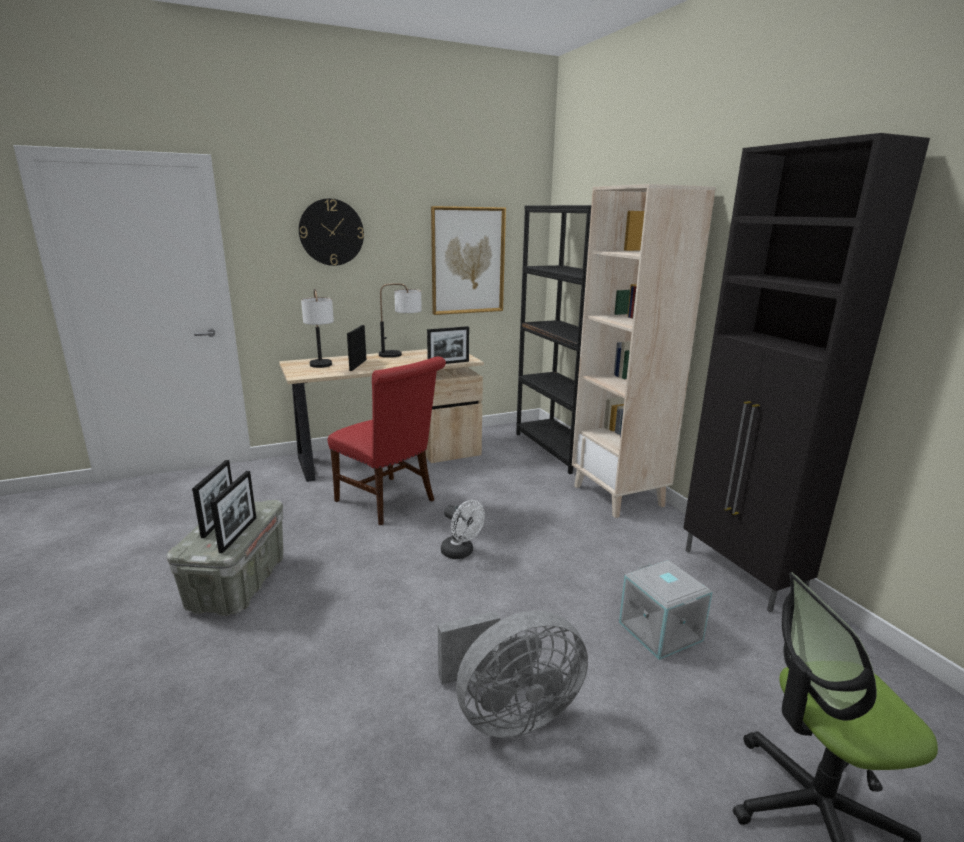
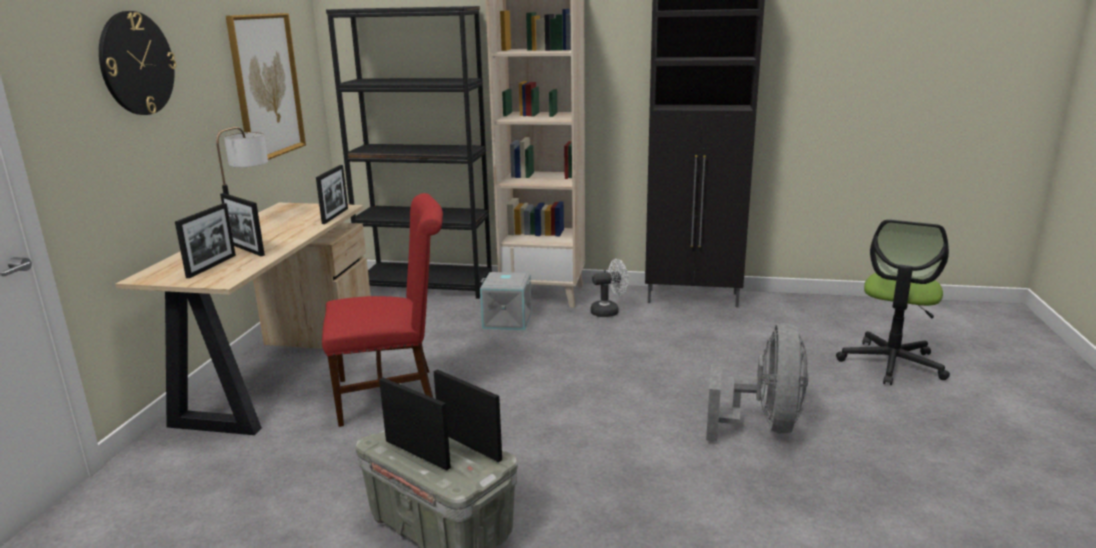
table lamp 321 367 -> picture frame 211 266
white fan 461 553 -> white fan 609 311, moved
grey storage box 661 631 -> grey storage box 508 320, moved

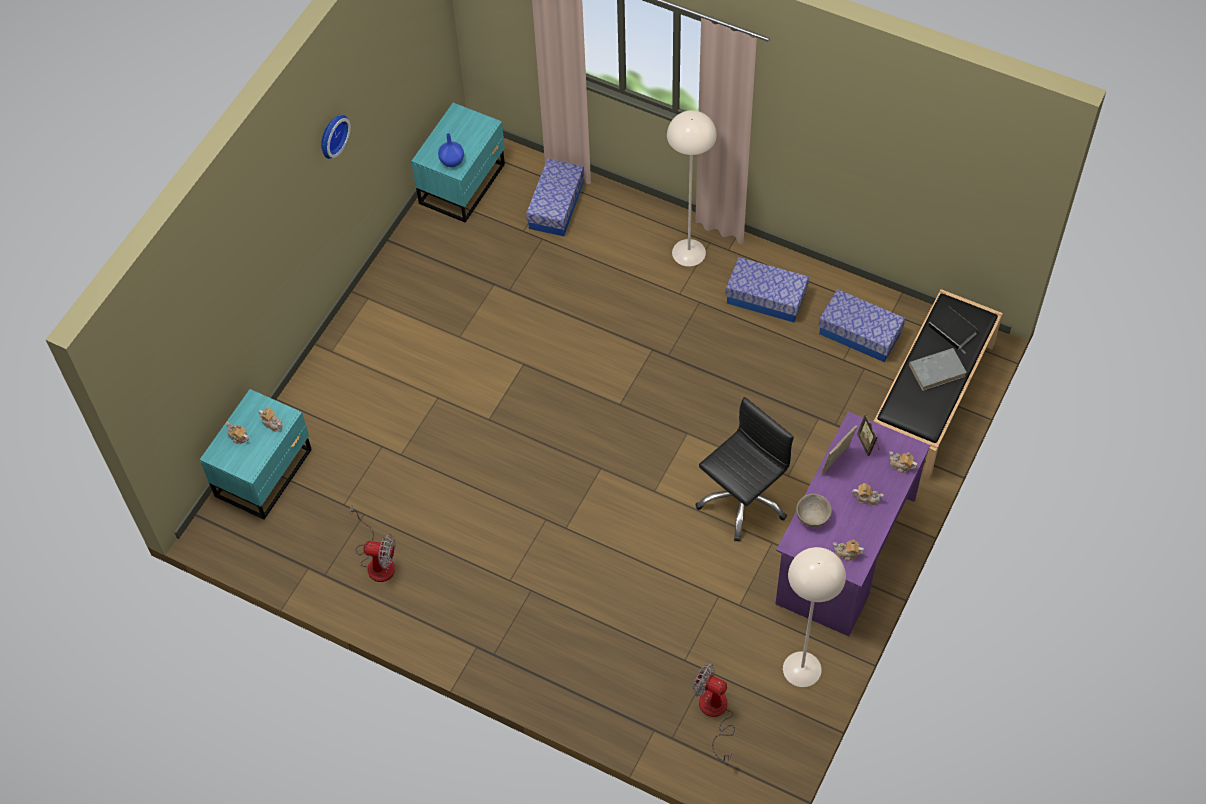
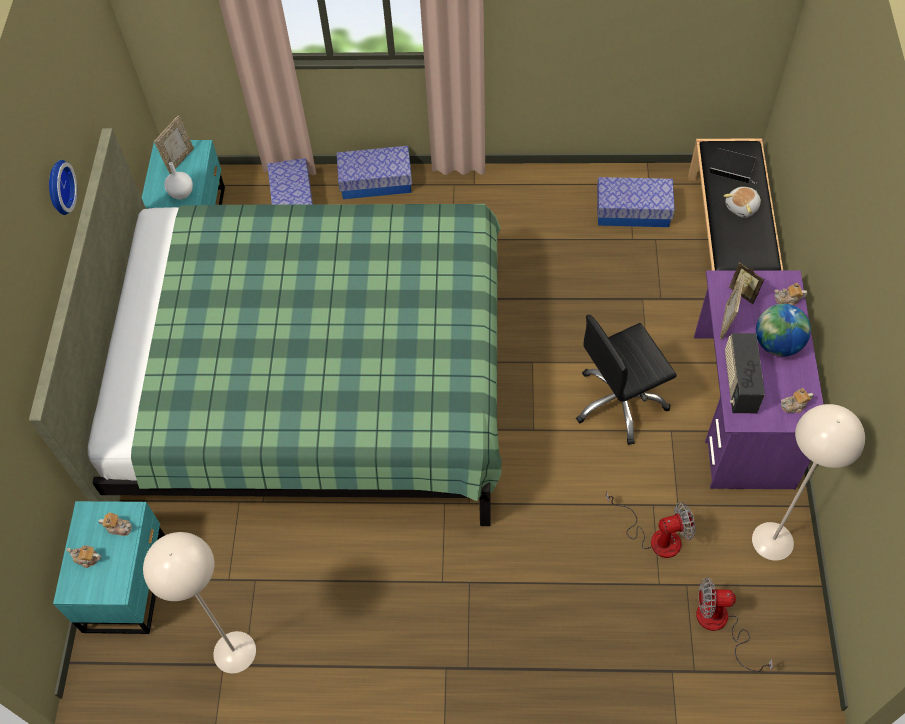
beige floor lamp 688 252 -> beige floor lamp 234 651, moved
blue vase 451 161 -> white vase 181 193
storage box 766 298 -> storage box 376 181, moved
grey book 937 370 -> plush toy 742 207
black office chair 742 500 -> black office chair 620 402, 135 degrees counterclockwise
teapot 867 498 -> globe 777 344
beige bowl 813 516 -> radio 739 384
fan 377 561 -> fan 655 537, moved
none -> picture frame 179 160
none -> green bed 313 383

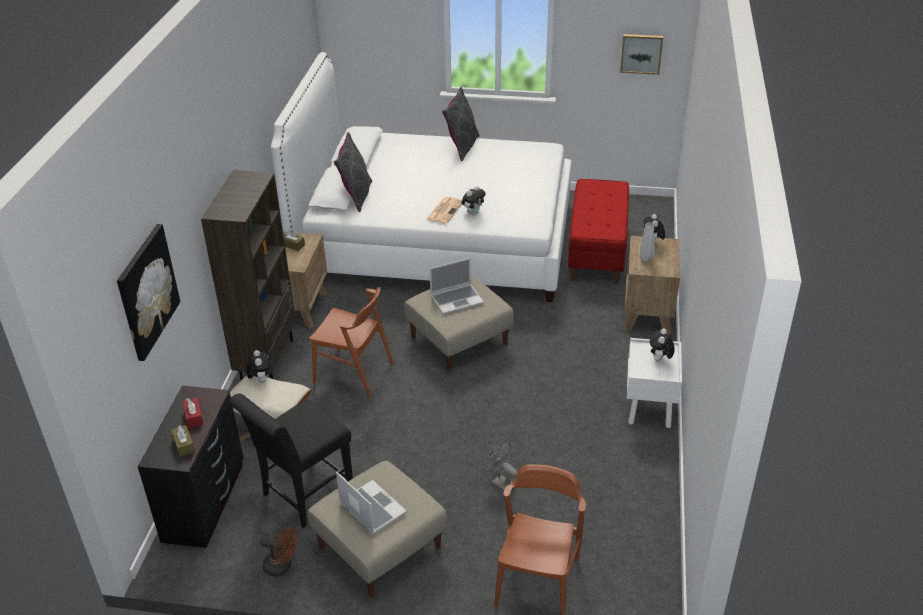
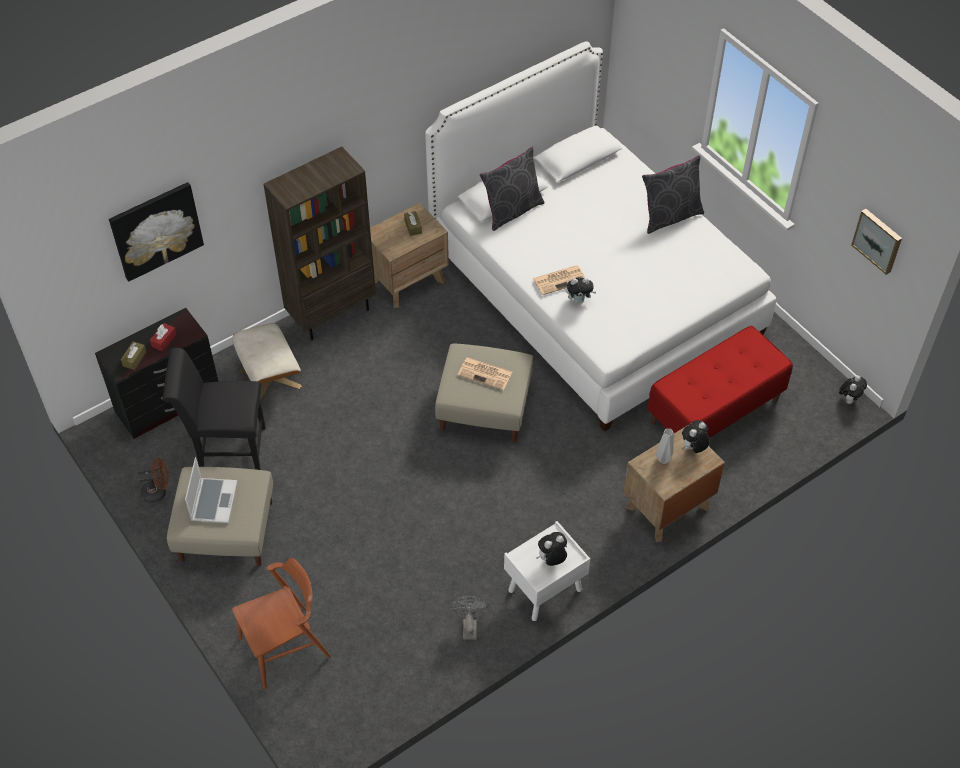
laptop 457 299 -> newspaper 486 374
brown chair 354 373 -> none
plush toy 261 380 -> plush toy 849 399, moved
grey fan 500 483 -> grey fan 469 626, moved
brown fan 282 566 -> brown fan 158 492, 75 degrees counterclockwise

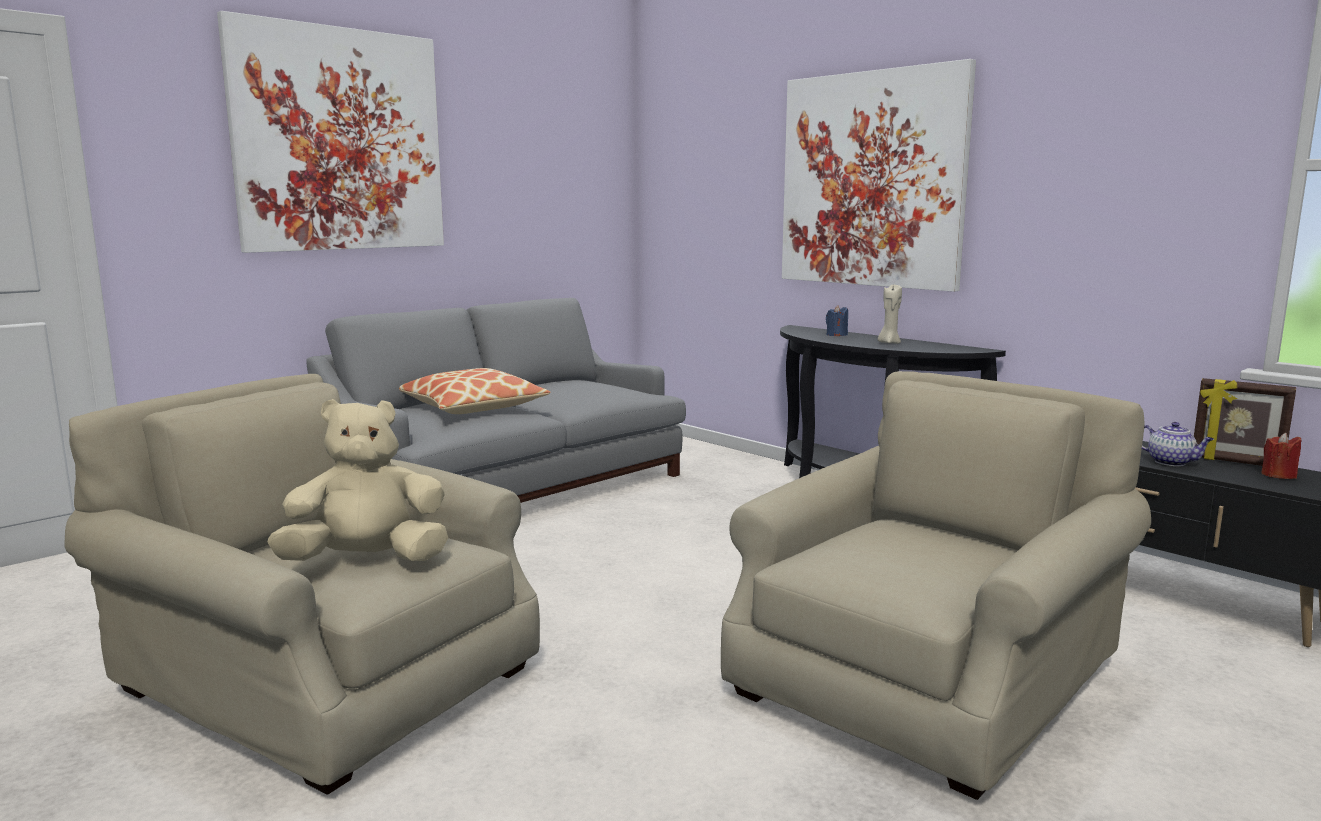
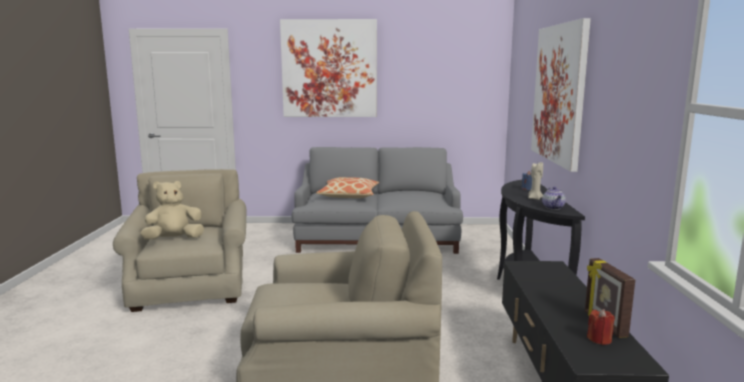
beige plush toy 367 561 -> beige plush toy 174 239, 60 degrees counterclockwise
teapot 1171 462 -> teapot 553 208, moved

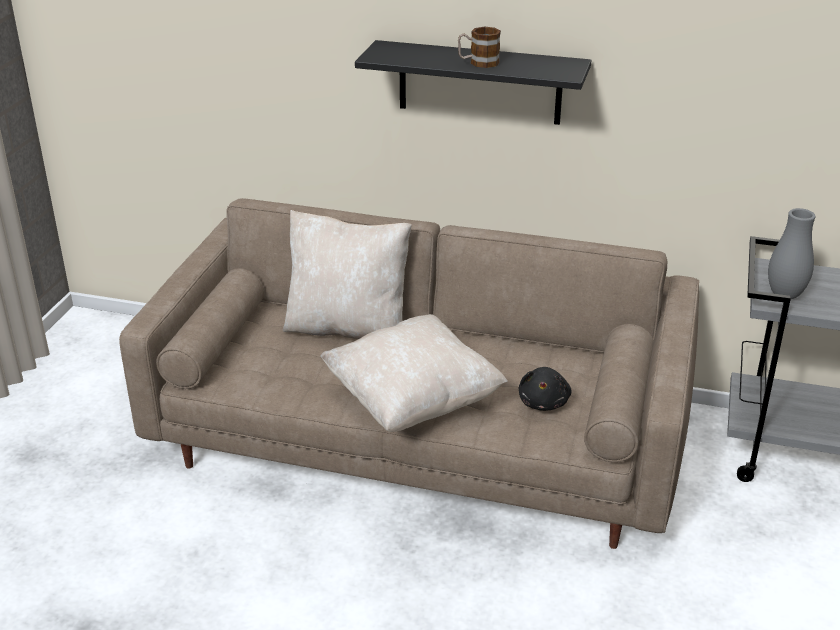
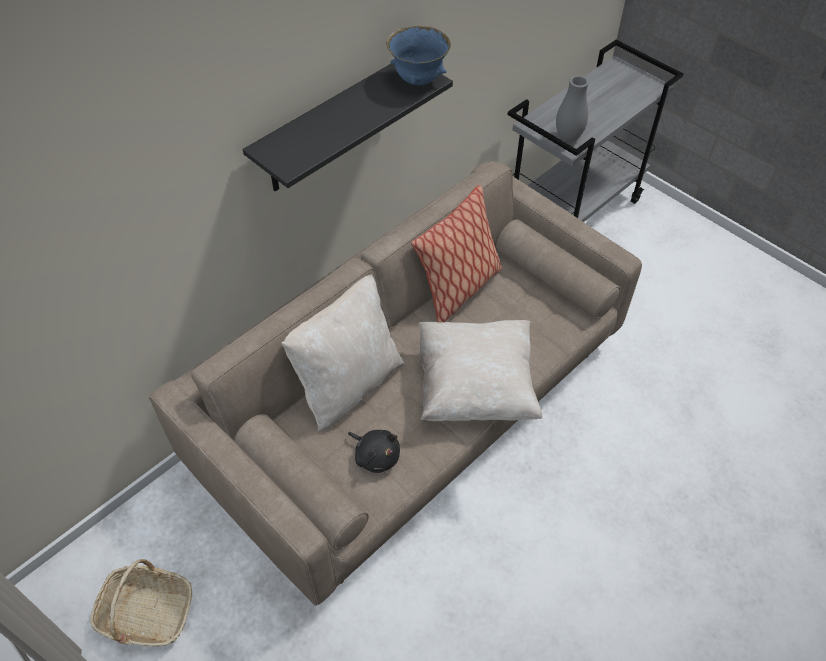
mug 478 63 -> none
black plush toy 544 402 -> black plush toy 376 456, moved
none -> blue bowl 418 80
none -> pillow 459 289
none -> basket 147 613

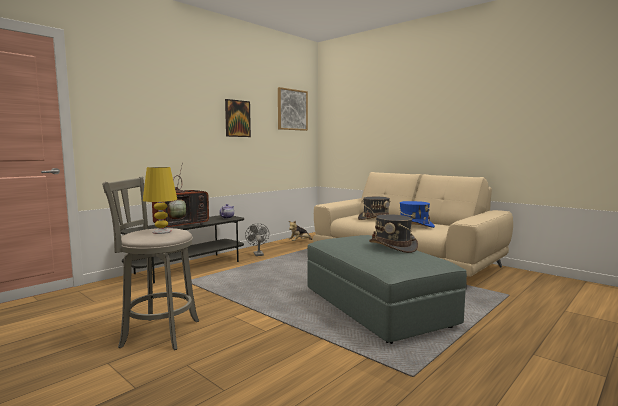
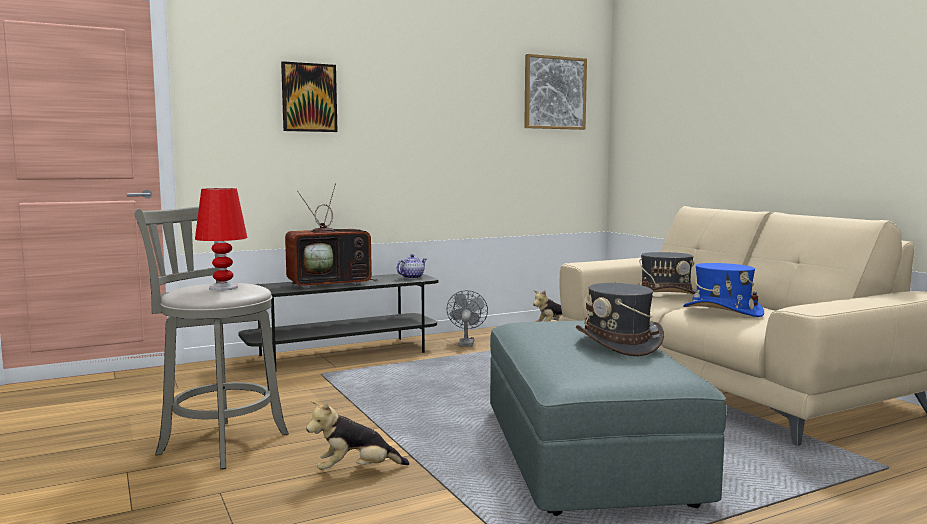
picture 237 118 -> picture 309 97, moved
yellow table lamp 161 232 -> red table lamp 223 287
none -> plush toy 356 471

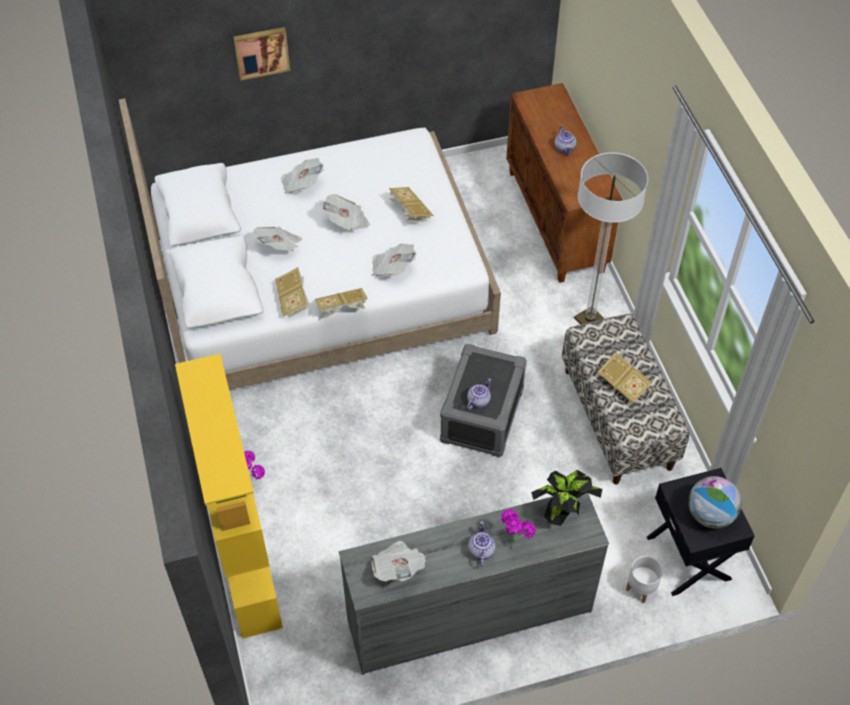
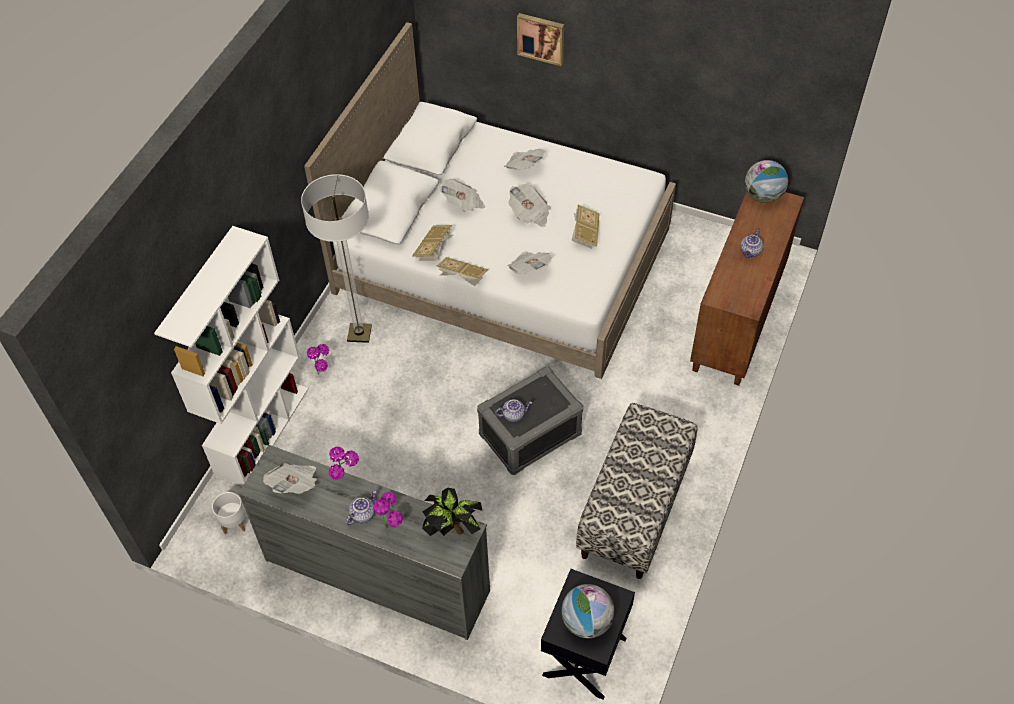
floor lamp 589 320 -> floor lamp 359 333, moved
book 623 385 -> none
yellow bookcase 247 568 -> white bookcase 262 431
white planter 640 589 -> white planter 234 523, moved
none -> globe 763 196
none -> potted plant 347 480

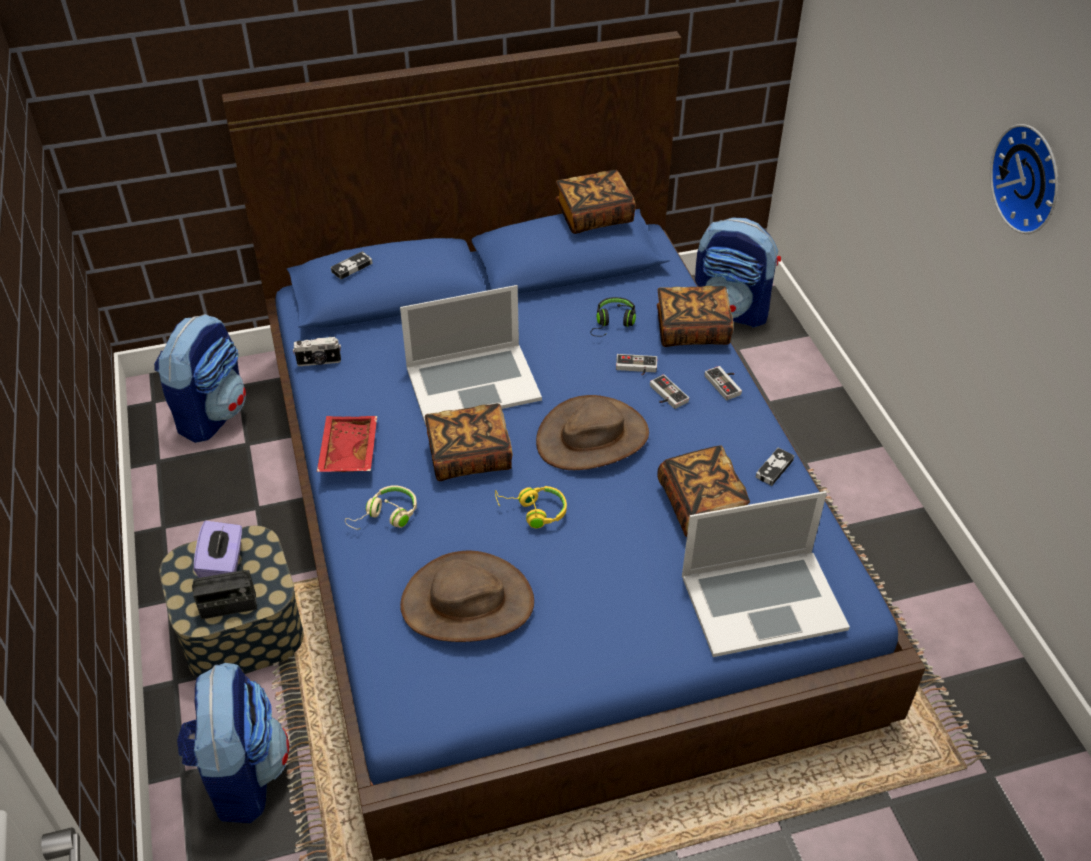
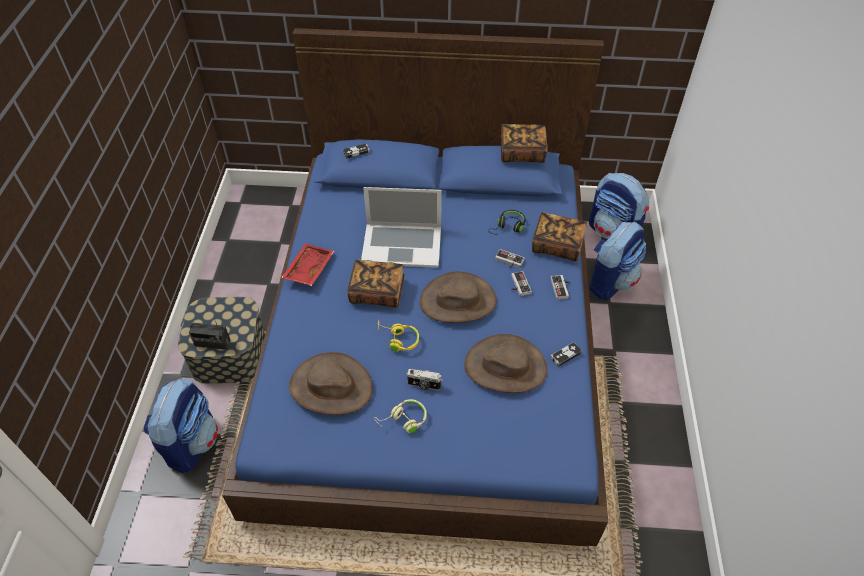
wall clock 1031 178 -> none
backpack 212 413 -> backpack 610 281, moved
photo camera 319 362 -> photo camera 424 385, moved
book 701 505 -> brown hat 505 366
beige headphones 386 516 -> beige headphones 403 420, moved
laptop 762 601 -> none
purple tissue box 223 564 -> none

